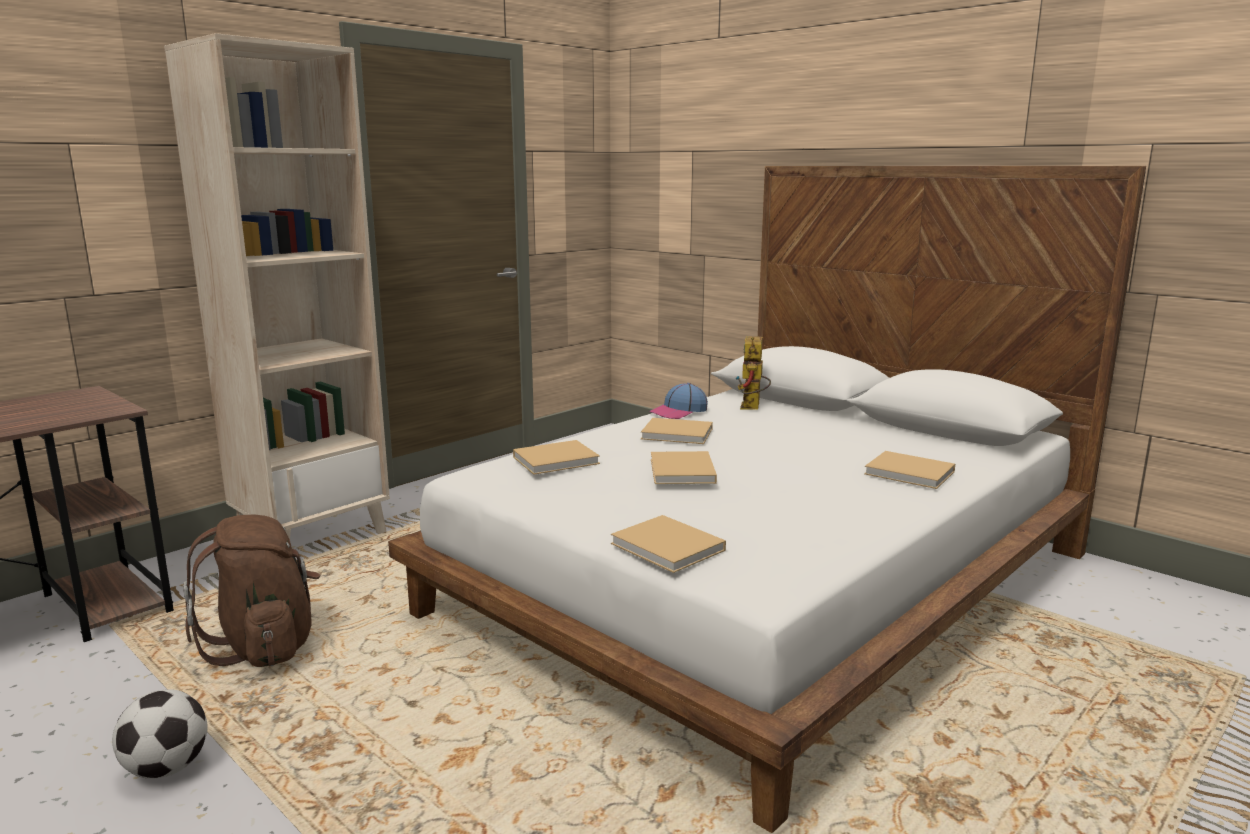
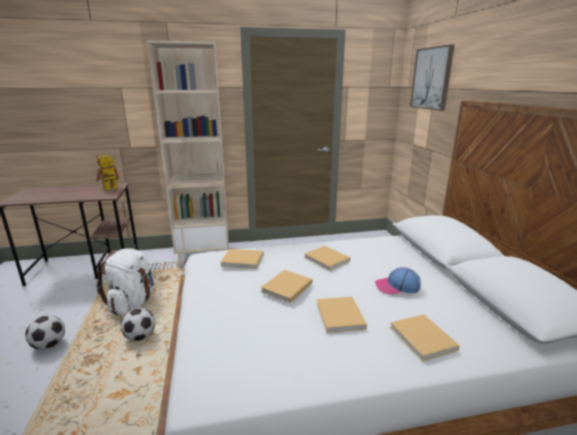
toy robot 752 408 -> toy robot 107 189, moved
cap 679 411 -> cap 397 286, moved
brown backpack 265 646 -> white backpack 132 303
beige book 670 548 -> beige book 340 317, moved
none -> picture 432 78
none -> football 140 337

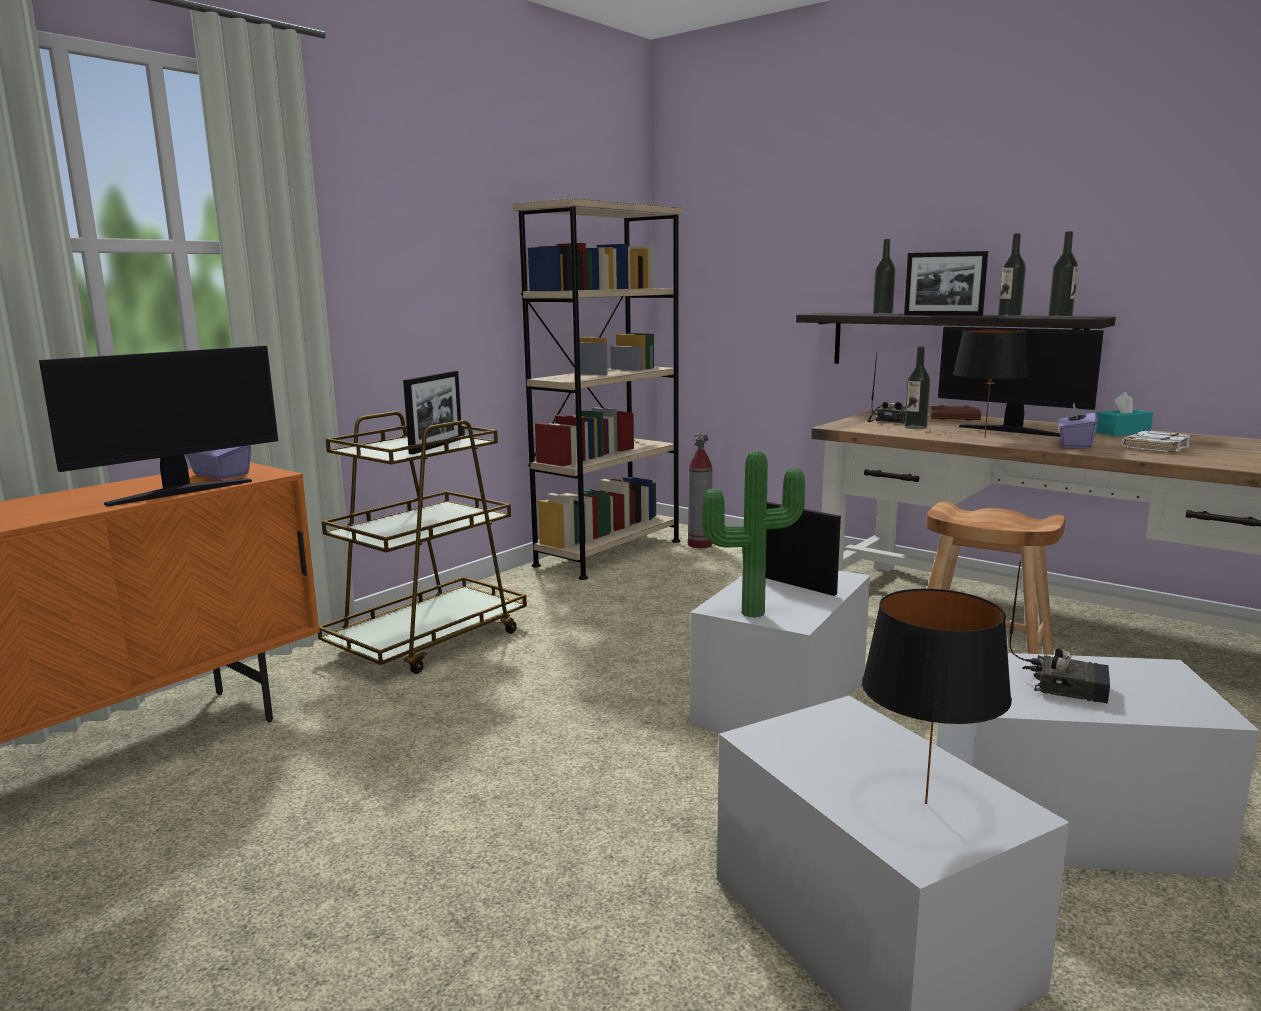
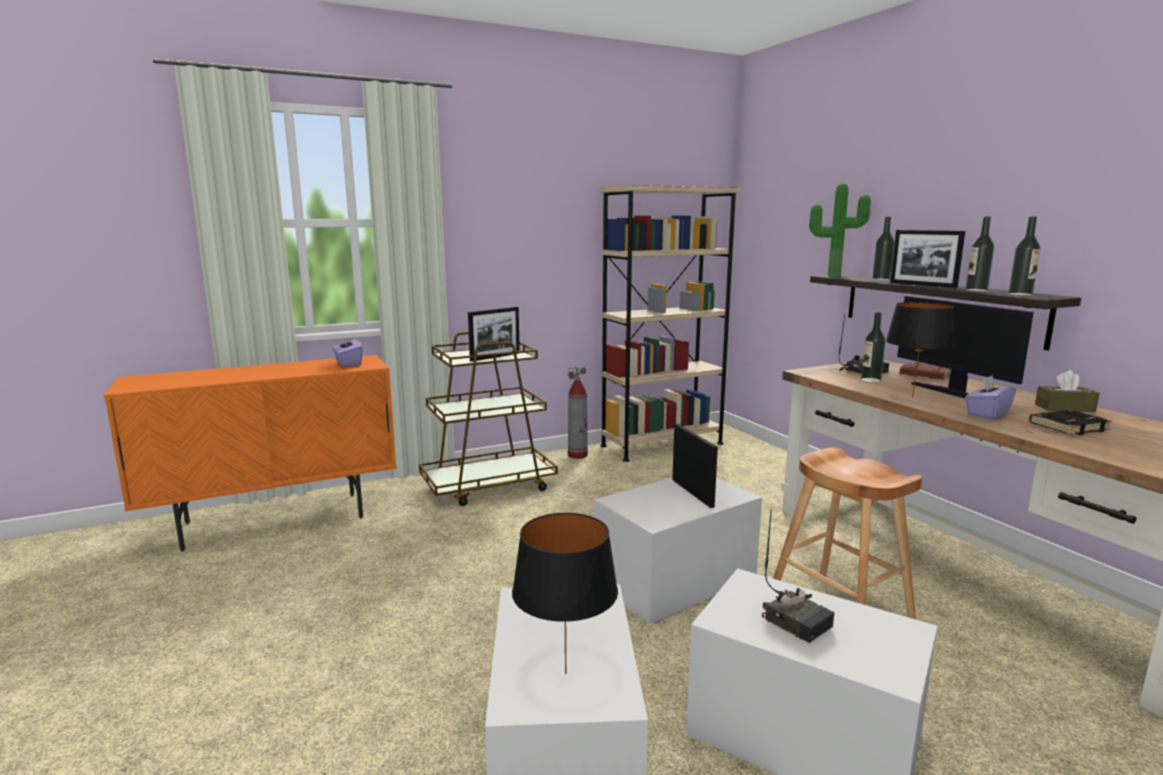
monitor 180 492 -> none
turquoise tissue box 1122 432 -> brown tissue box 1064 408
white book 1155 447 -> black book 1068 427
fire extinguisher 700 544 -> fire extinguisher 577 455, moved
potted plant 751 611 -> potted plant 833 276, moved

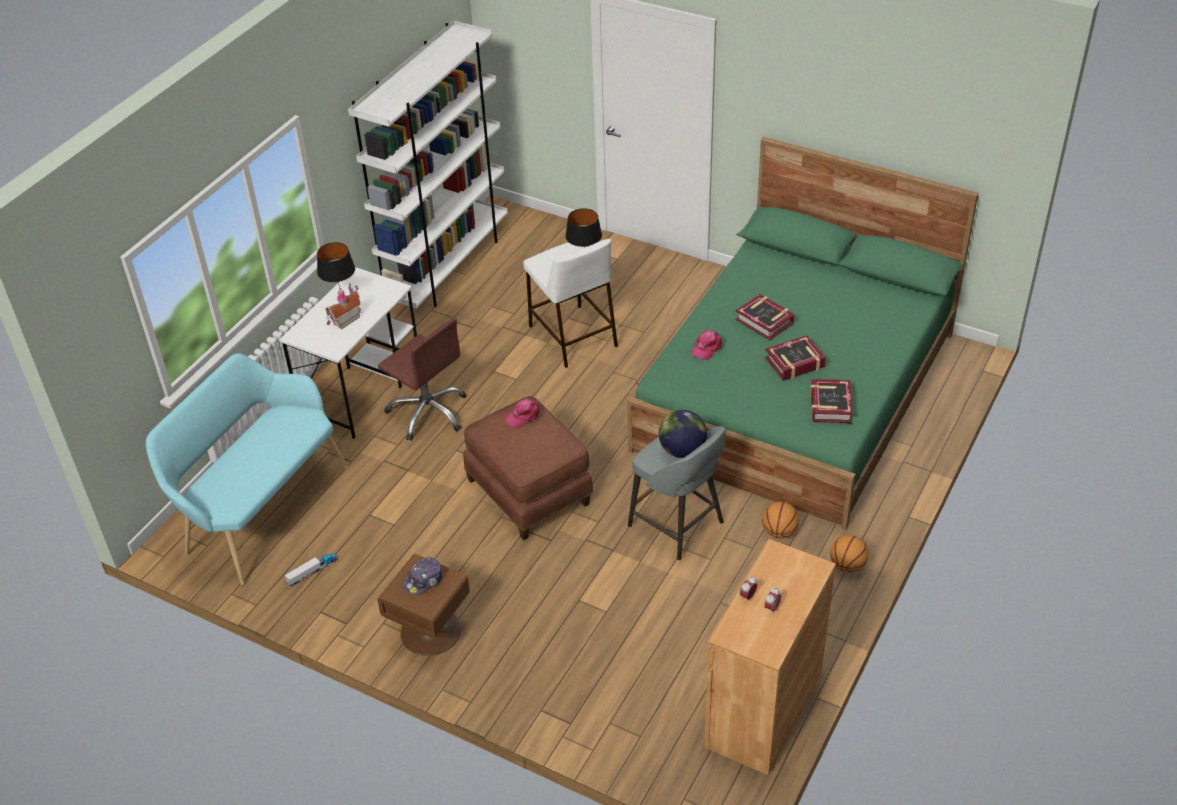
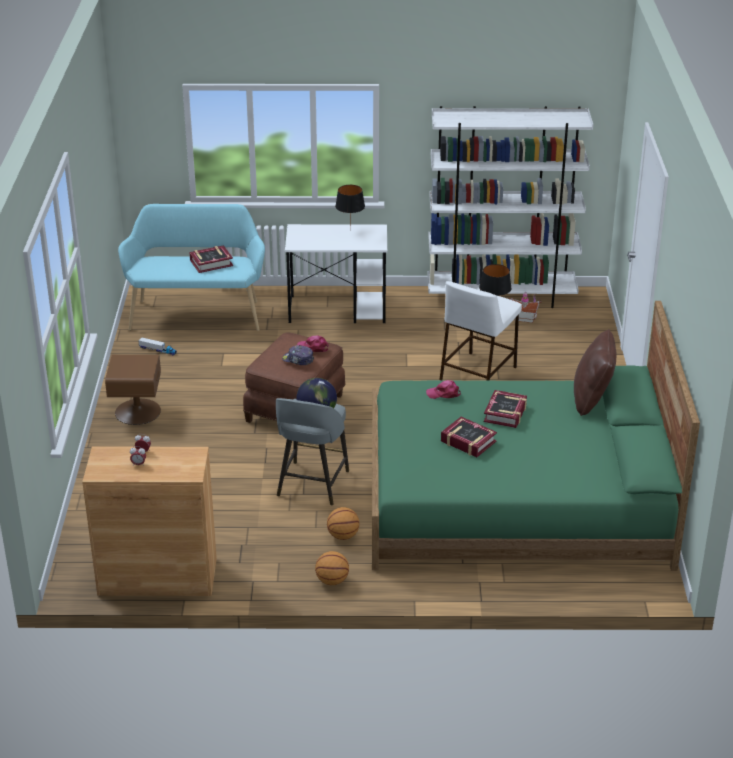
toy house 344 320 -> toy house 524 318, moved
brown office chair 428 412 -> none
book 830 405 -> book 211 263, moved
cap 423 580 -> cap 298 360, moved
none -> brown pillow 592 399

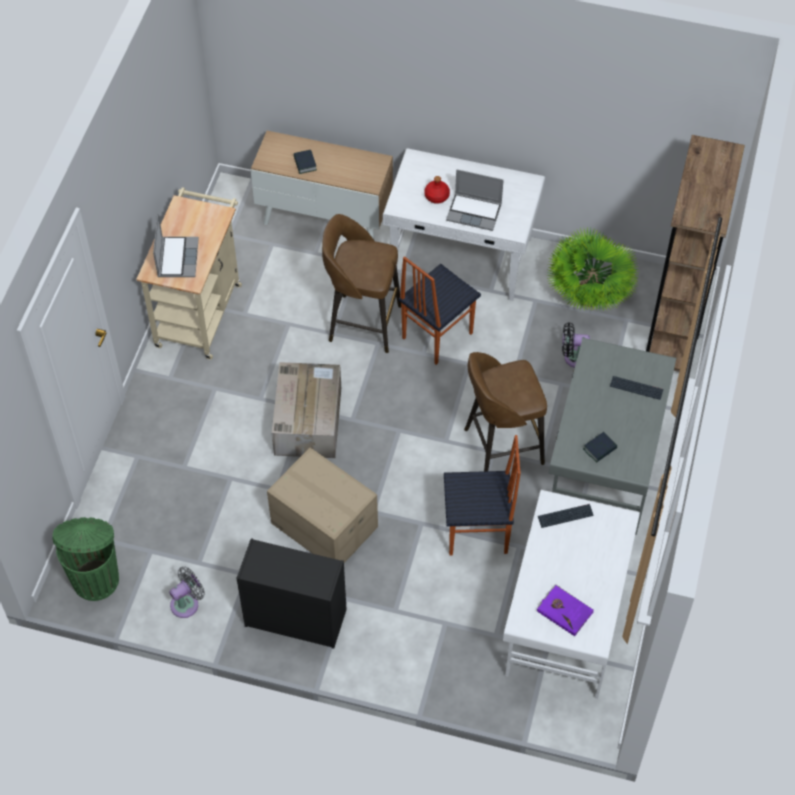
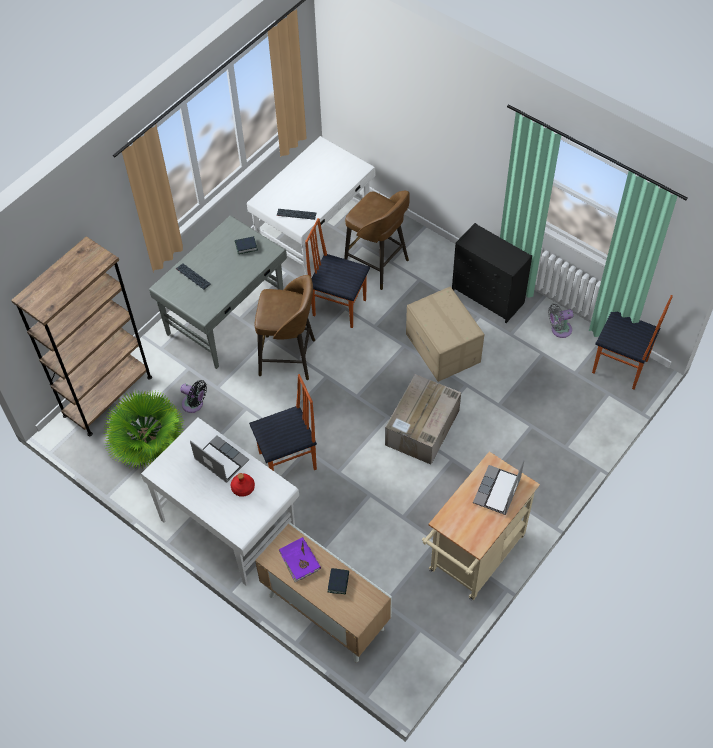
brown stool 362 322 -> brown stool 377 265, moved
green trash can 96 578 -> chair 620 367
purple book 565 611 -> purple book 299 560, moved

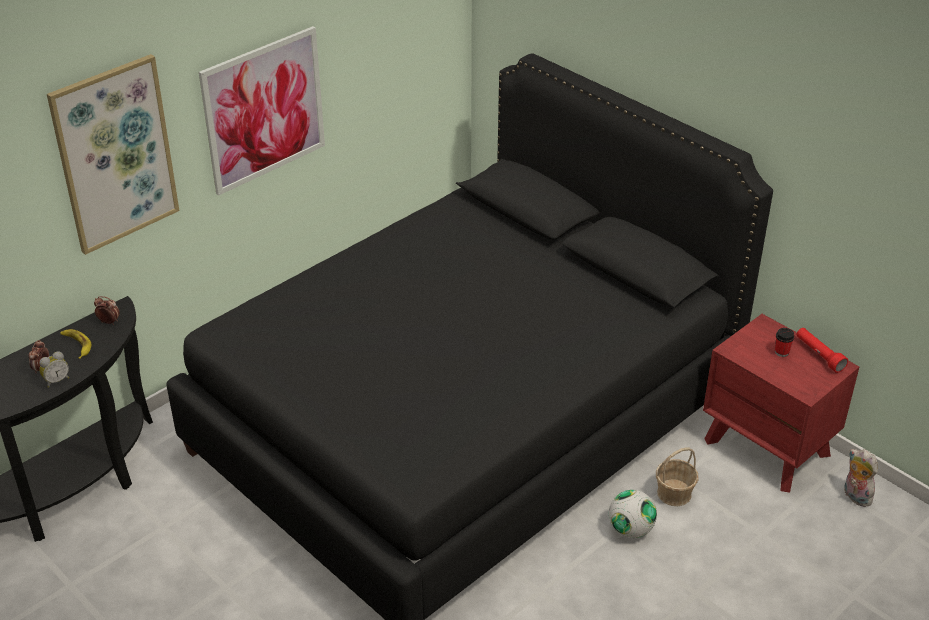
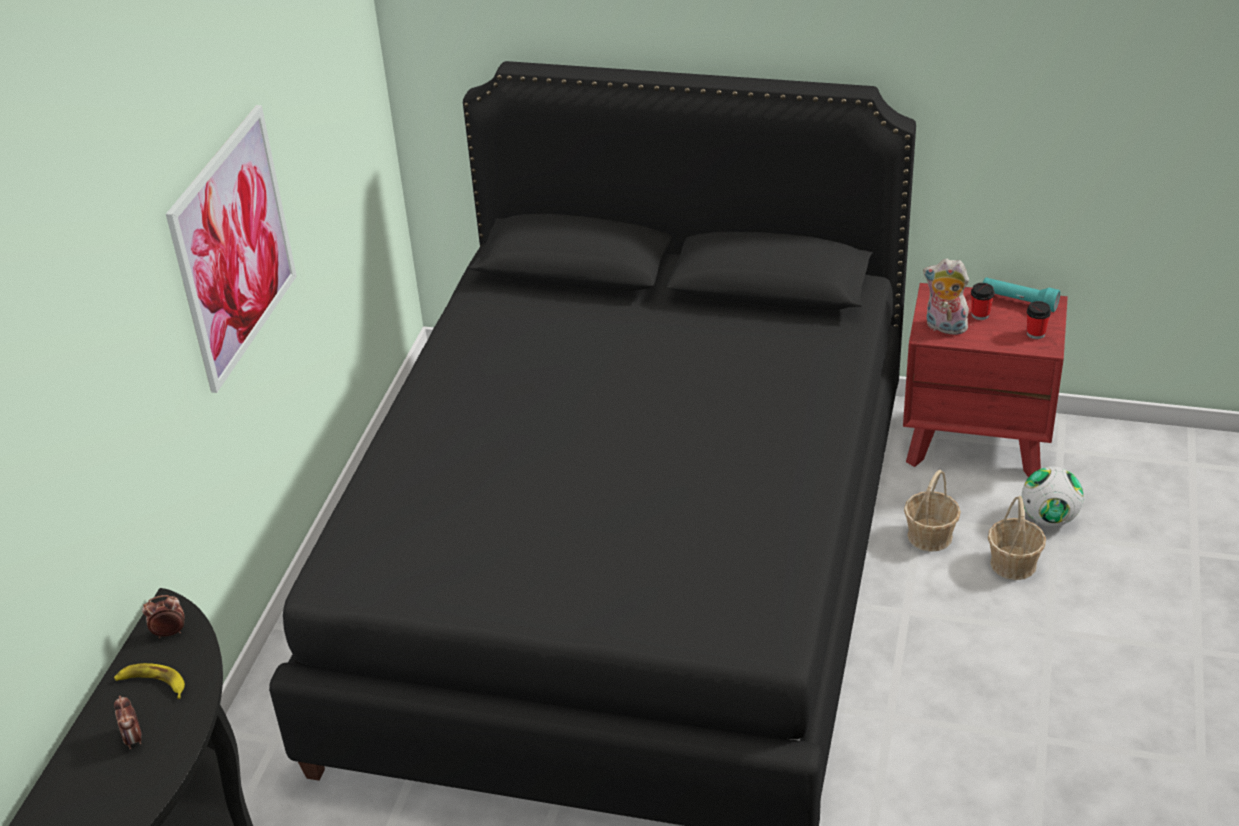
picture 115 154 -> none
red flashlight 819 355 -> turquoise flashlight 1018 301
alarm clock 56 380 -> none
plush toy 854 496 -> plush toy 944 327, moved
football 630 530 -> football 1049 518, moved
none -> cup 1035 333
none -> basket 1013 563

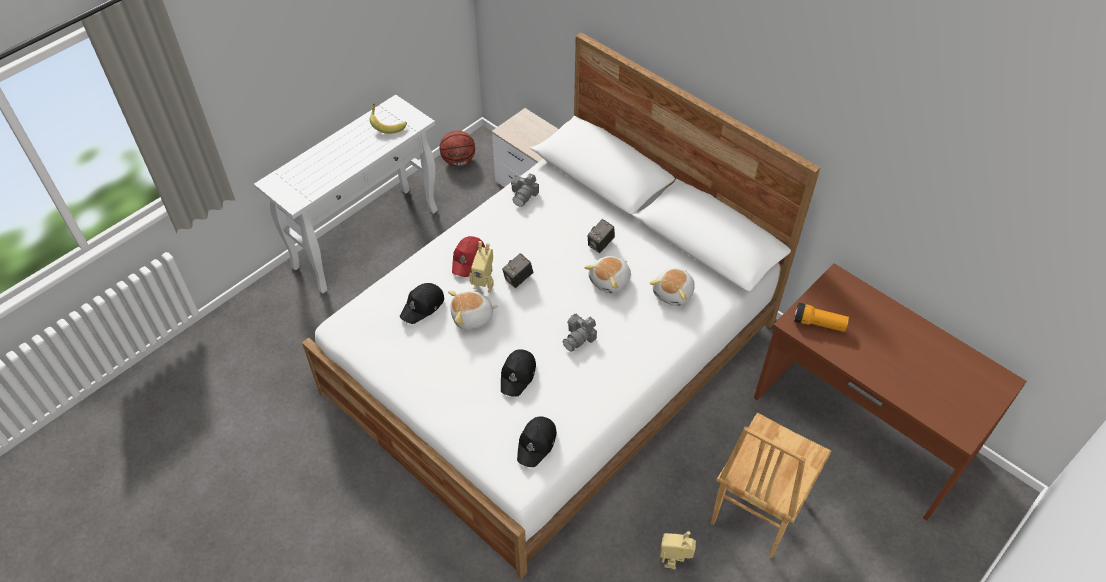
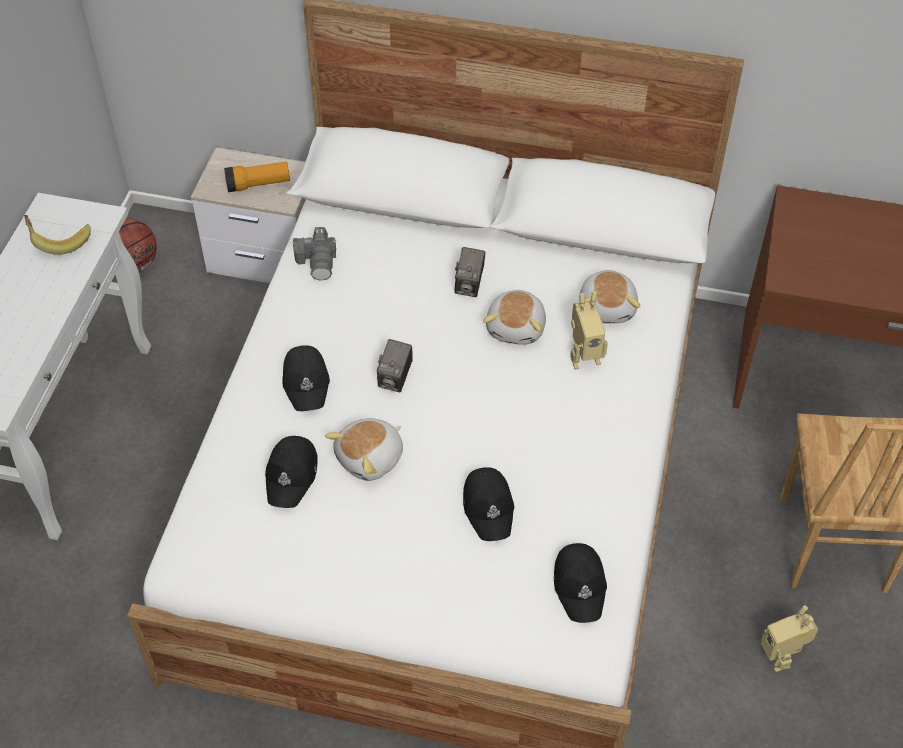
red cap 469 259 -> black cap 307 382
toy robot 484 284 -> toy robot 583 357, moved
flashlight 819 324 -> flashlight 258 184, moved
photo camera 579 337 -> none

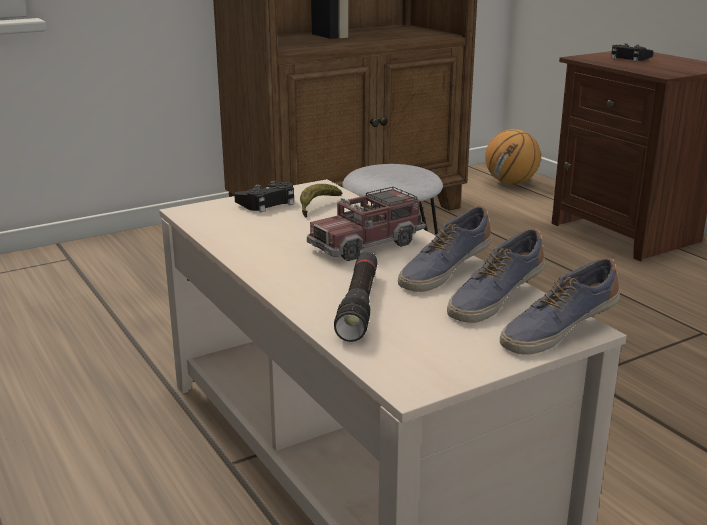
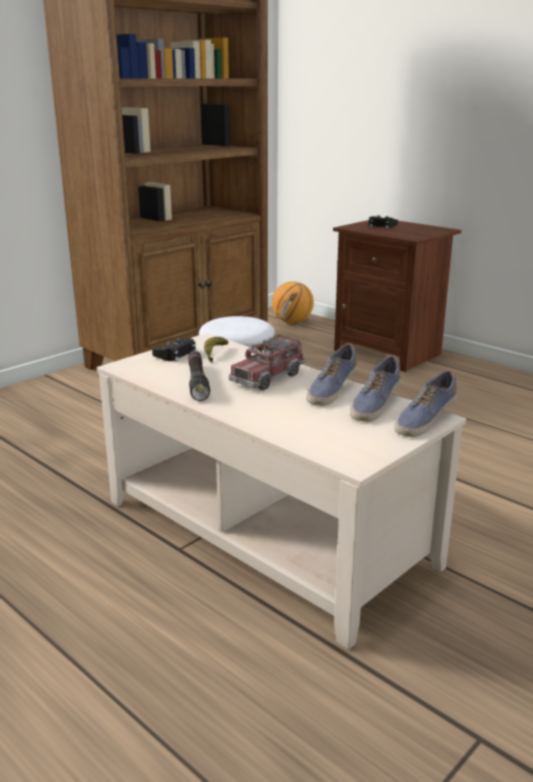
black flashlight 359 305 -> black flashlight 197 382, moved

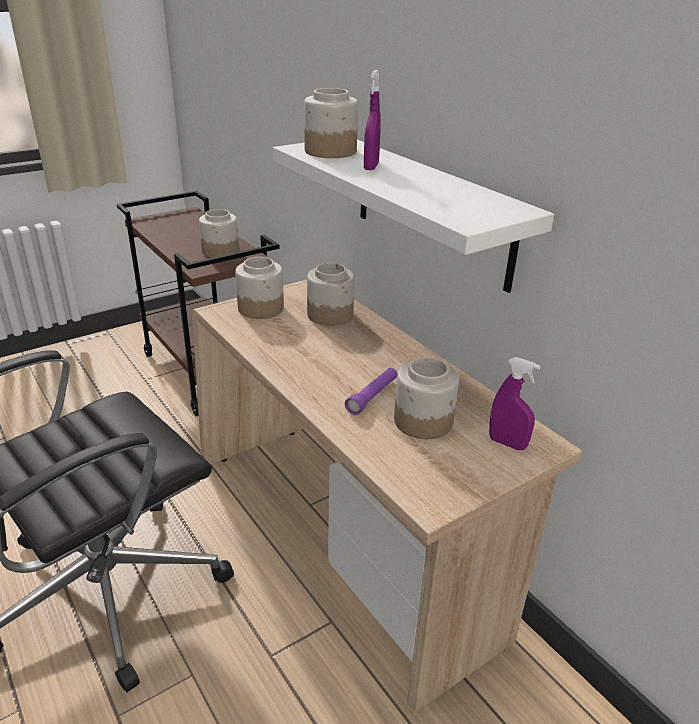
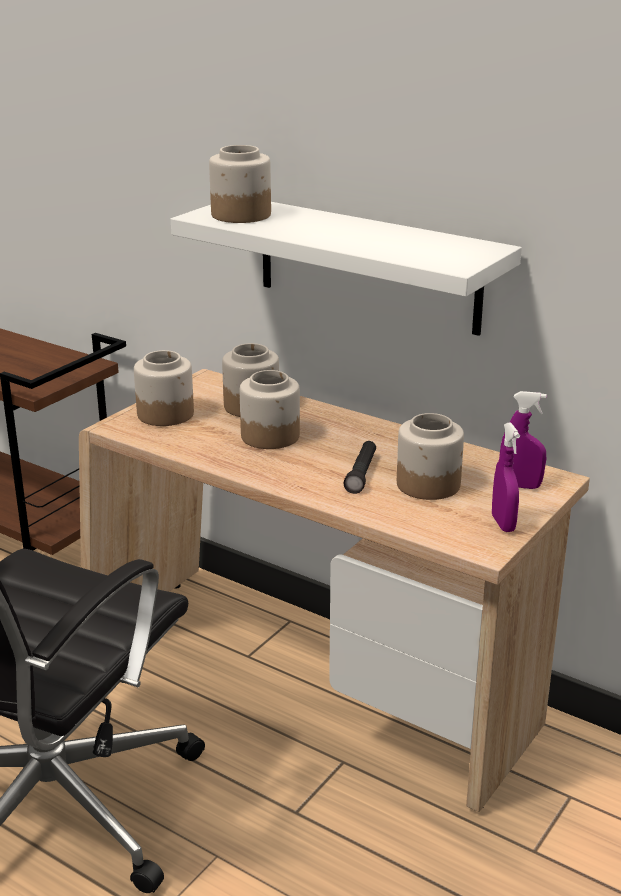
purple spray bottle 371 167 -> purple spray bottle 503 524, moved
jar 221 251 -> jar 270 436, moved
purple flashlight 372 396 -> black flashlight 361 474

